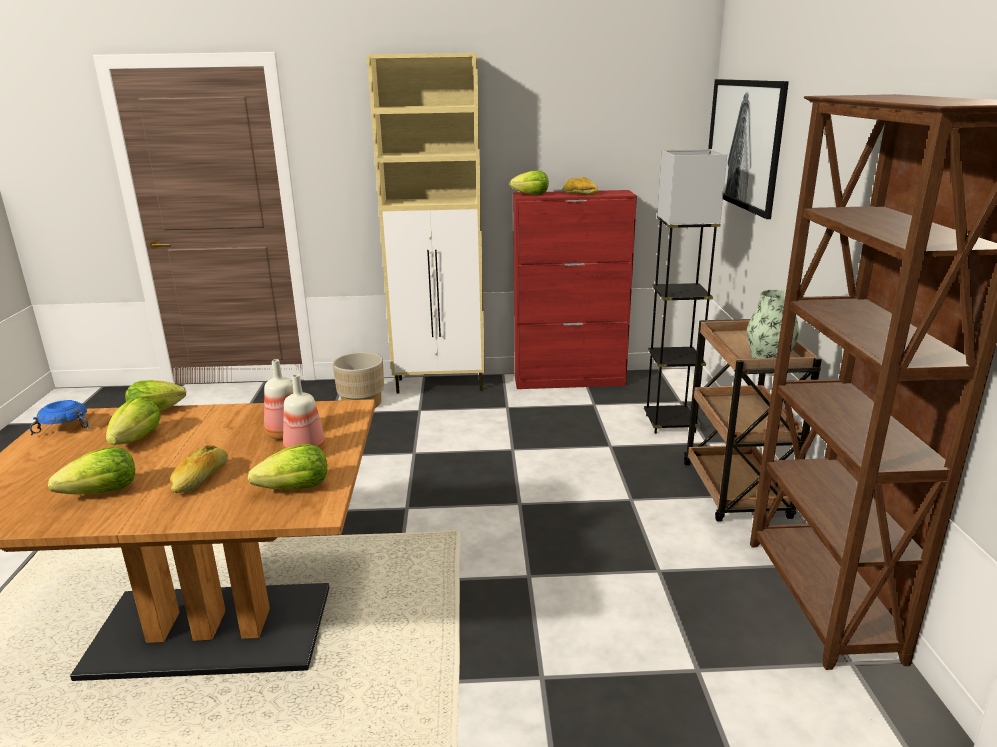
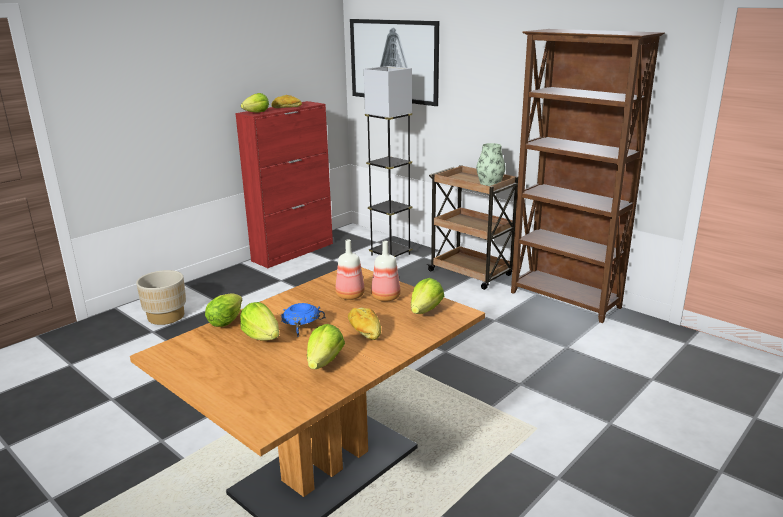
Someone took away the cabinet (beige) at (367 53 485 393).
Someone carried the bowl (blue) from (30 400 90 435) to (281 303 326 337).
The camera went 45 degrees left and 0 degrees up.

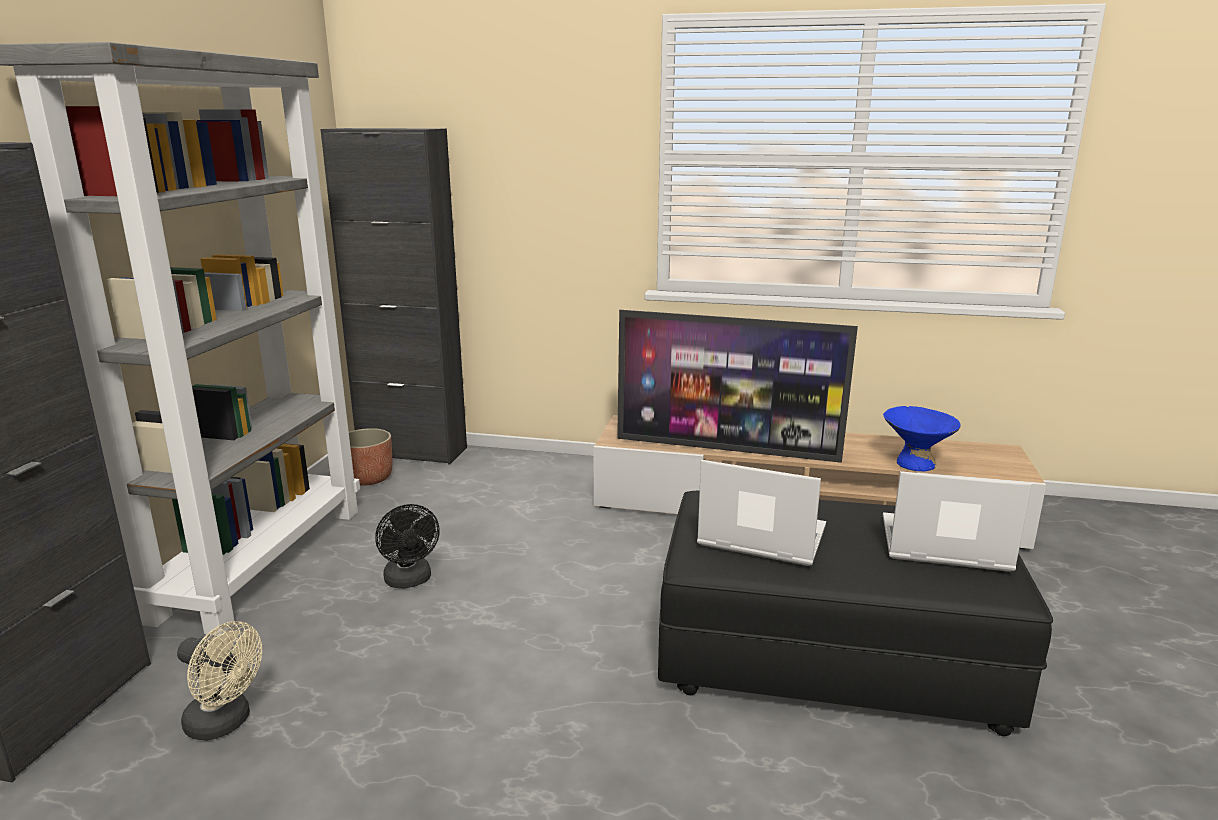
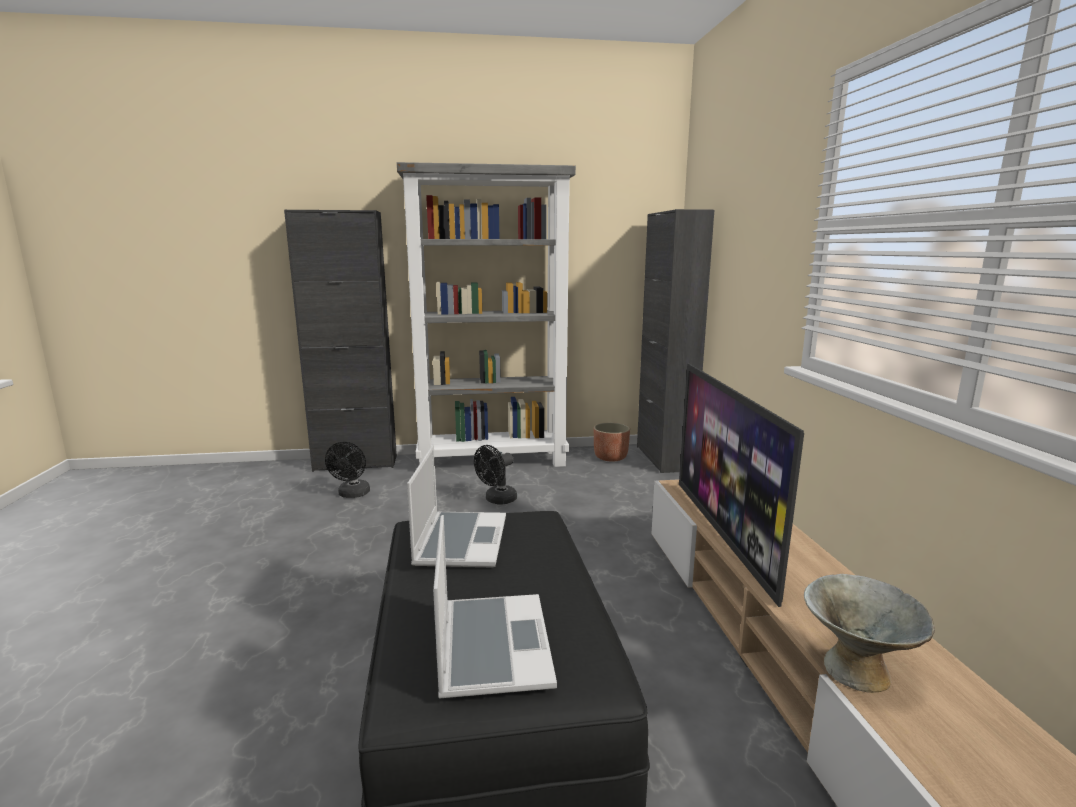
Someone repainted the fan (beige) at (177 621 262 741), which became the fan (black) at (325 442 370 498).
Someone repainted the bowl (blue) at (883 406 961 471), which became the bowl (grey) at (804 574 935 693).
The camera went 70 degrees right and 5 degrees down.

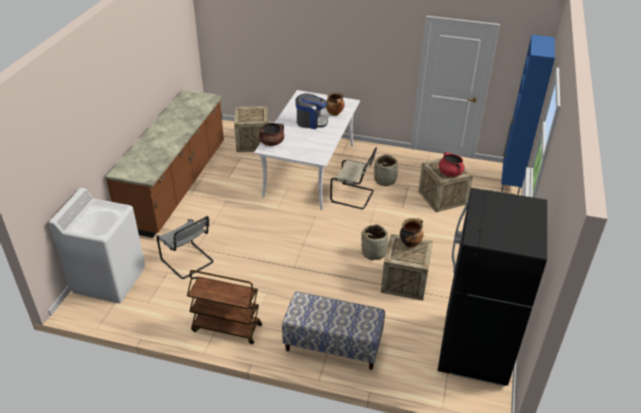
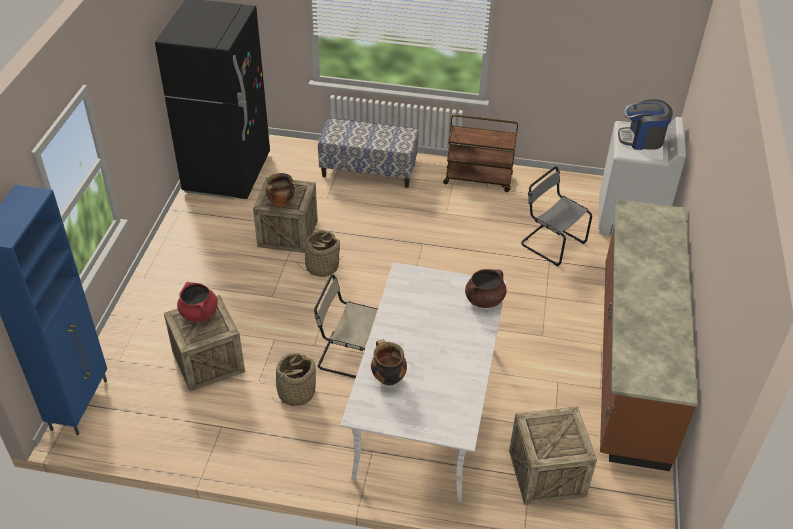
Someone carried the coffee machine from (295 93 328 129) to (618 99 673 150).
The camera went 175 degrees right and 5 degrees up.

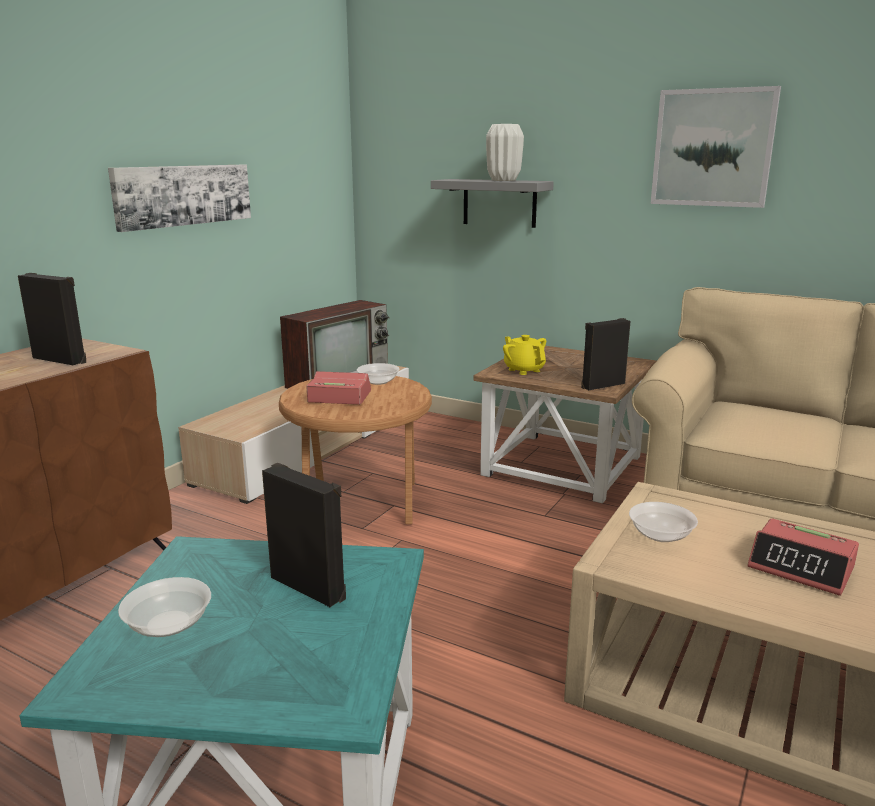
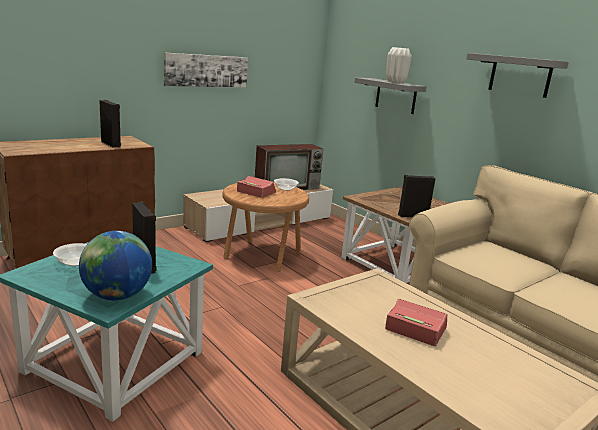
Someone took away the teapot (yellow) at (503 335 546 375).
Someone took away the bowl at (629 502 698 542).
Someone put down the globe at (79 231 152 300).
Someone swapped the picture at (651 86 781 208) for the shelf (grey) at (467 53 569 98).
Someone rotated the alarm clock at (748 518 859 596) by 150 degrees clockwise.
The camera went 20 degrees right and 0 degrees up.

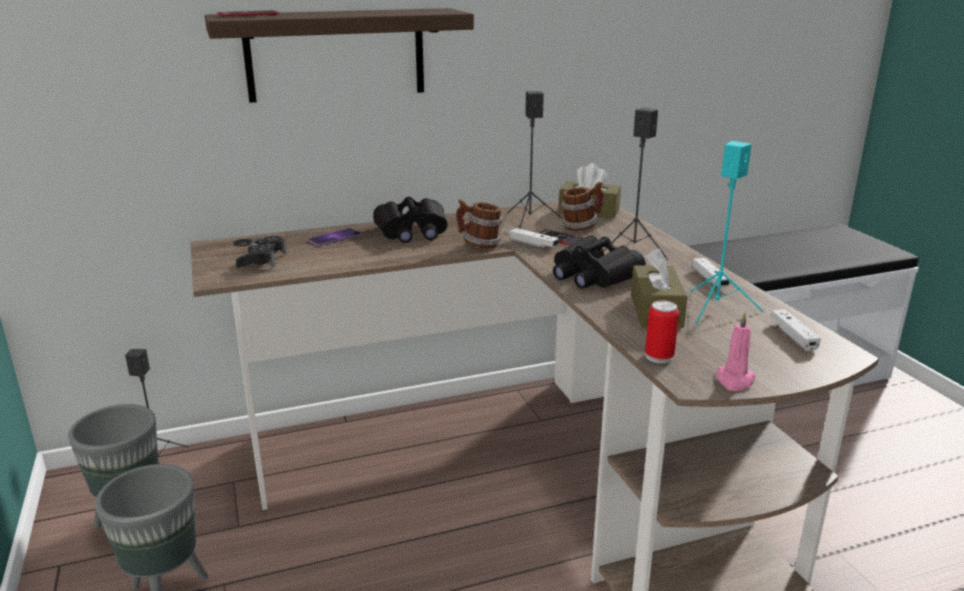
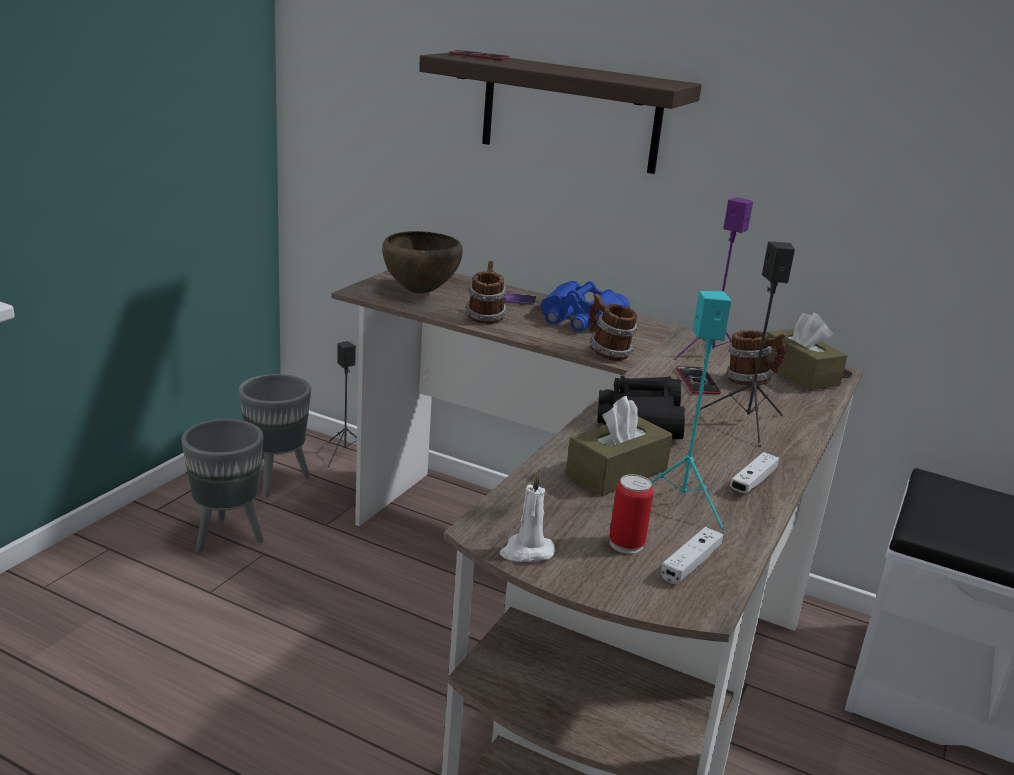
Someone took away the game controller (white) at (510 228 559 248).
Someone put down the mug at (465 261 507 324).
Someone carried the can from (645 300 679 363) to (609 474 654 554).
Someone swapped the game controller (black) at (236 236 287 268) for the bowl (brown) at (382 231 463 294).
Someone repainted the binoculars (black) at (373 196 448 243), which became the binoculars (blue) at (541 281 630 332).
Someone repainted the speaker (black) at (507 91 563 229), which became the speaker (purple) at (674 197 753 360).
Someone repainted the candle (pink) at (716 313 756 391), which became the candle (white) at (500 472 555 562).
The camera went 45 degrees right and 0 degrees up.

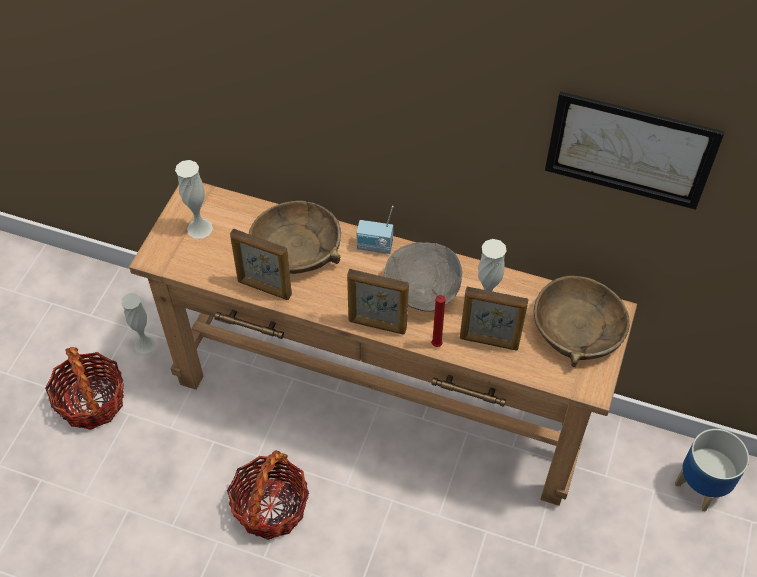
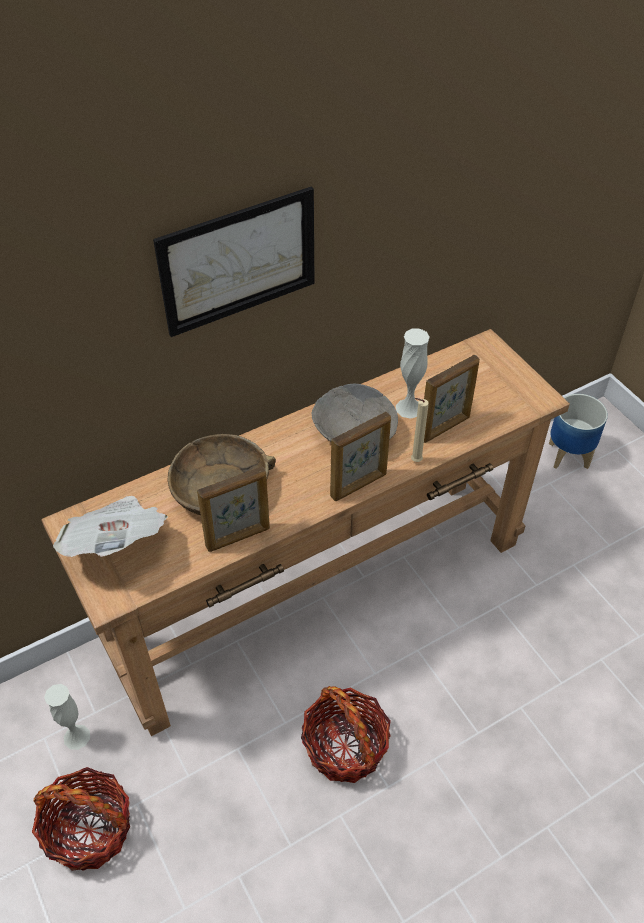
Someone took away the radio at (356 206 394 254).
Someone took away the bowl (brown) at (534 276 629 367).
Someone carried the picture from (545 92 724 210) to (153 186 315 337).
Someone swapped the vase (white) at (175 160 213 239) for the newspaper at (53 496 168 557).
Someone repainted the candle (red) at (431 289 445 347), which became the candle (beige) at (411 398 429 462).
The camera went 50 degrees left and 5 degrees down.

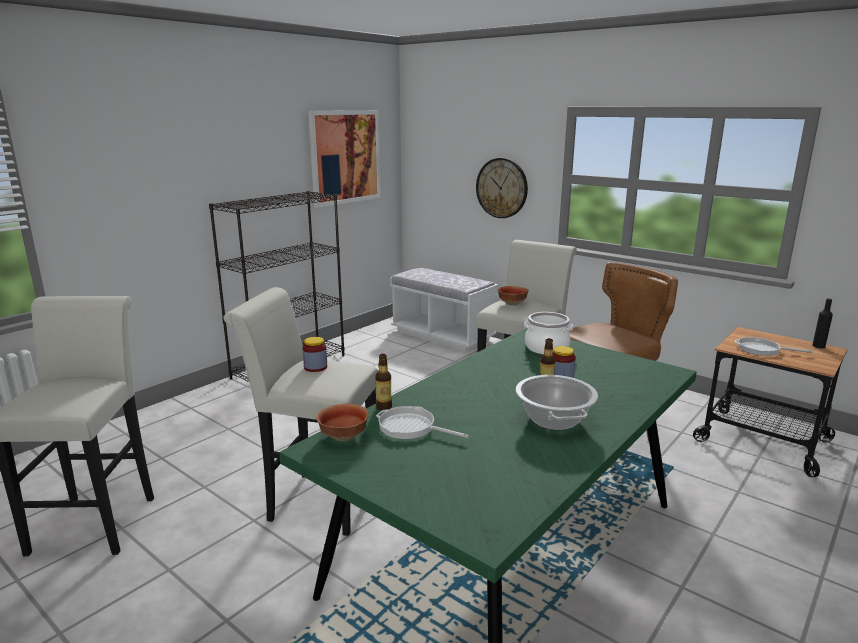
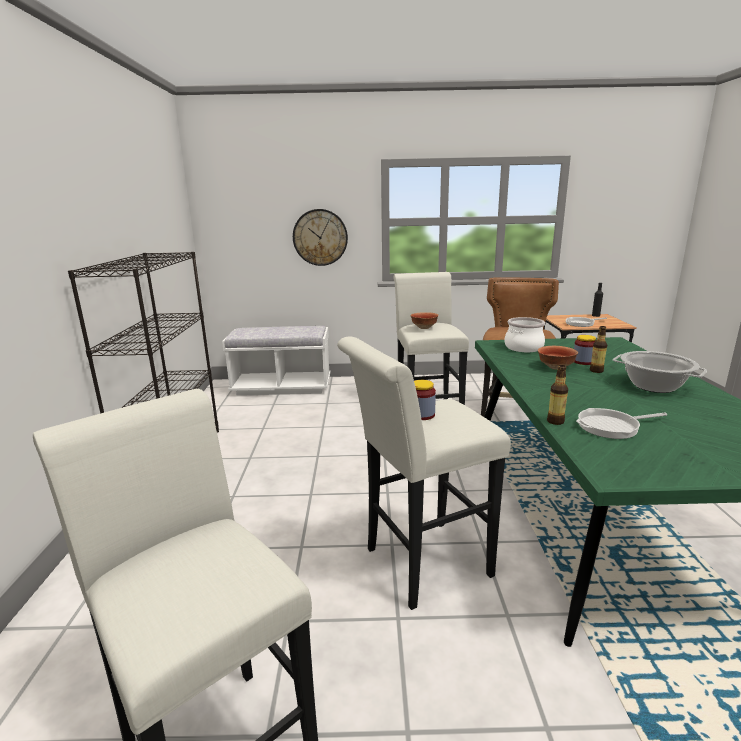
Someone took away the picture at (308 110 381 208).
Someone carried the bowl from (316 404 369 441) to (538 346 578 370).
The camera went 40 degrees left and 0 degrees up.

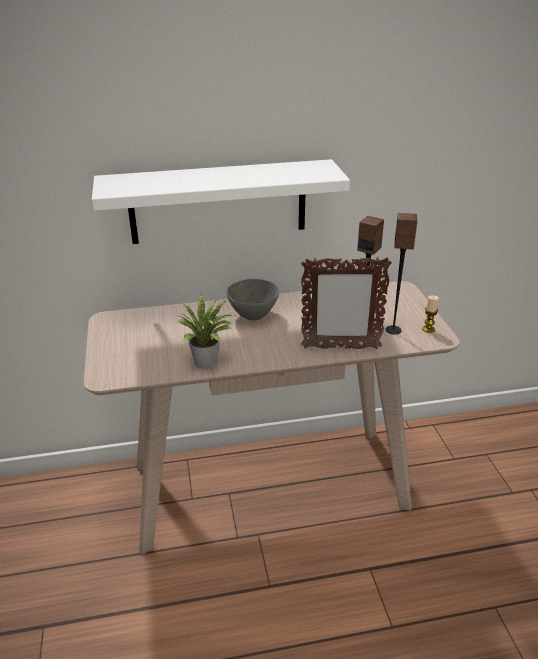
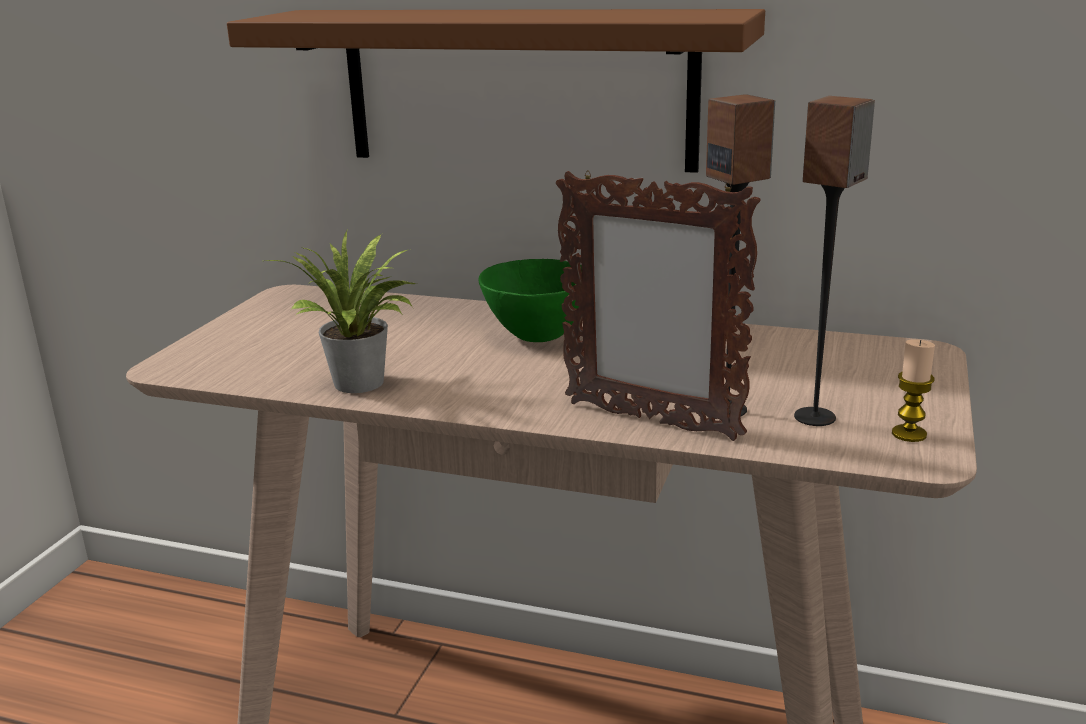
Someone repainted the shelf (white) at (92 159 350 244), which became the shelf (brown) at (227 9 765 173).
Someone repainted the bowl (grey) at (226 279 279 320), which became the bowl (green) at (478 259 582 342).
The camera went 30 degrees right and 10 degrees down.

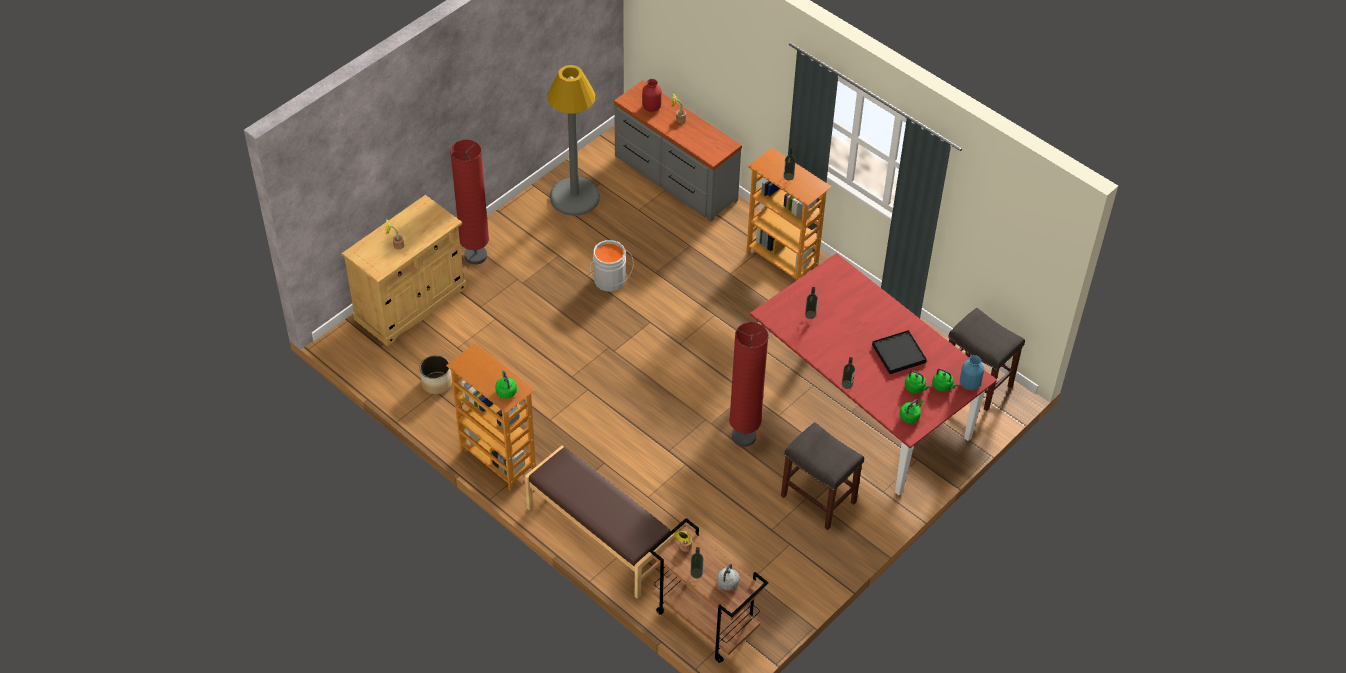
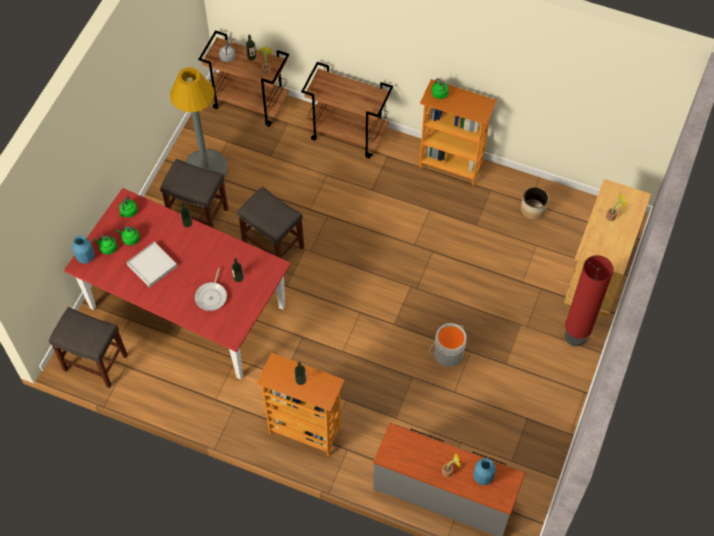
Someone put down the frying pan at (195 267 227 311).
Someone carried the floor lamp (grey) from (547 65 600 216) to (170 67 228 178).
Someone swapped the bench (brown) at (525 446 675 599) for the cart (brown) at (301 62 393 159).
Someone swapped the floor lamp (red) at (729 322 769 447) for the stool (grey) at (237 186 304 258).
Someone repainted the vase (red) at (642 79 662 112), which became the vase (blue) at (473 458 496 485).
Someone repainted the tray (black) at (872 330 927 374), which became the tray (white) at (126 241 177 288).
The camera went 160 degrees right and 10 degrees up.

